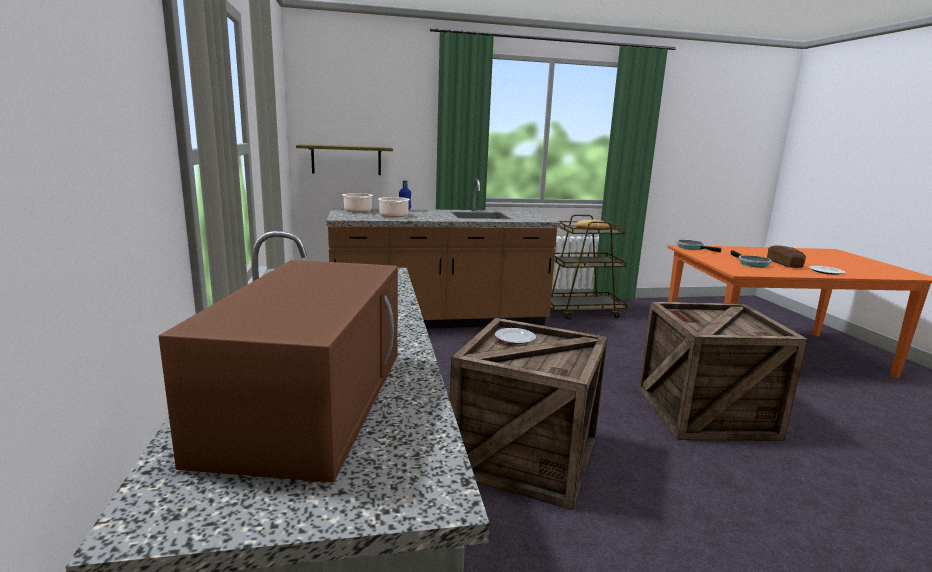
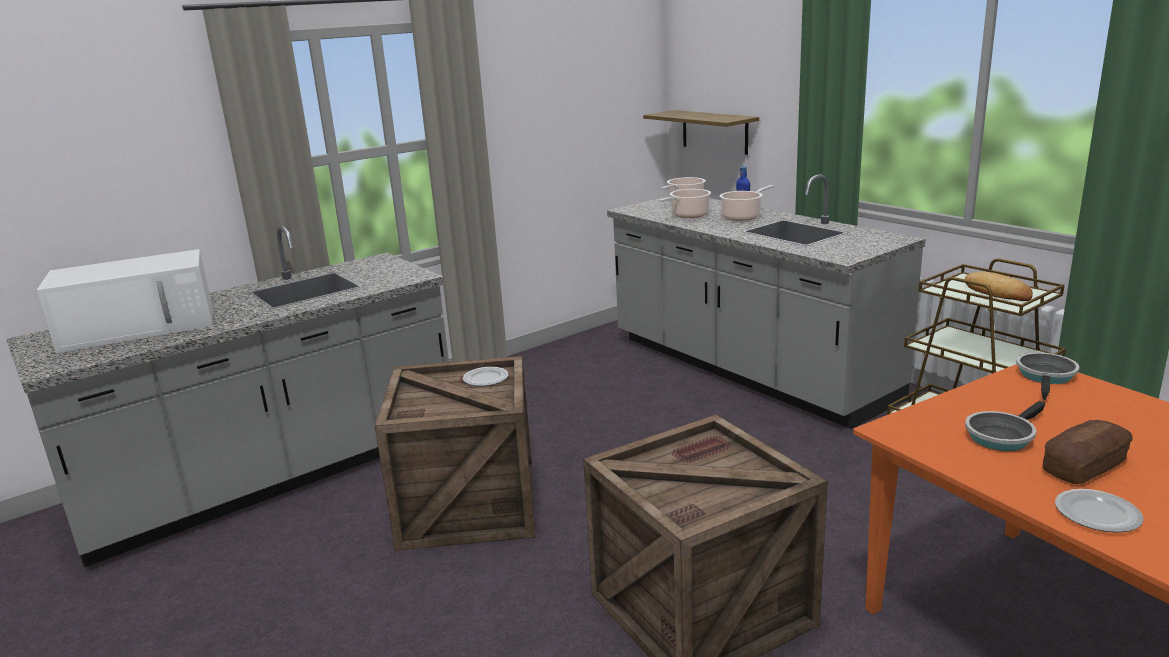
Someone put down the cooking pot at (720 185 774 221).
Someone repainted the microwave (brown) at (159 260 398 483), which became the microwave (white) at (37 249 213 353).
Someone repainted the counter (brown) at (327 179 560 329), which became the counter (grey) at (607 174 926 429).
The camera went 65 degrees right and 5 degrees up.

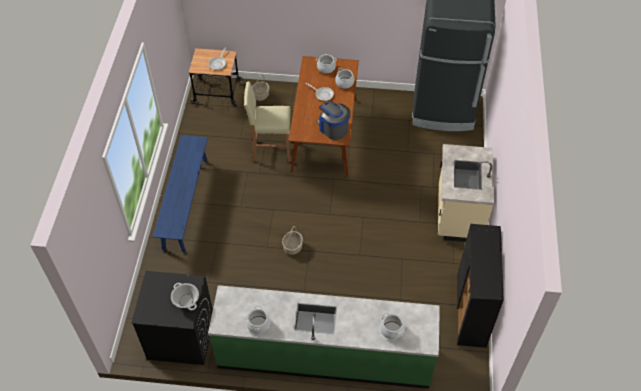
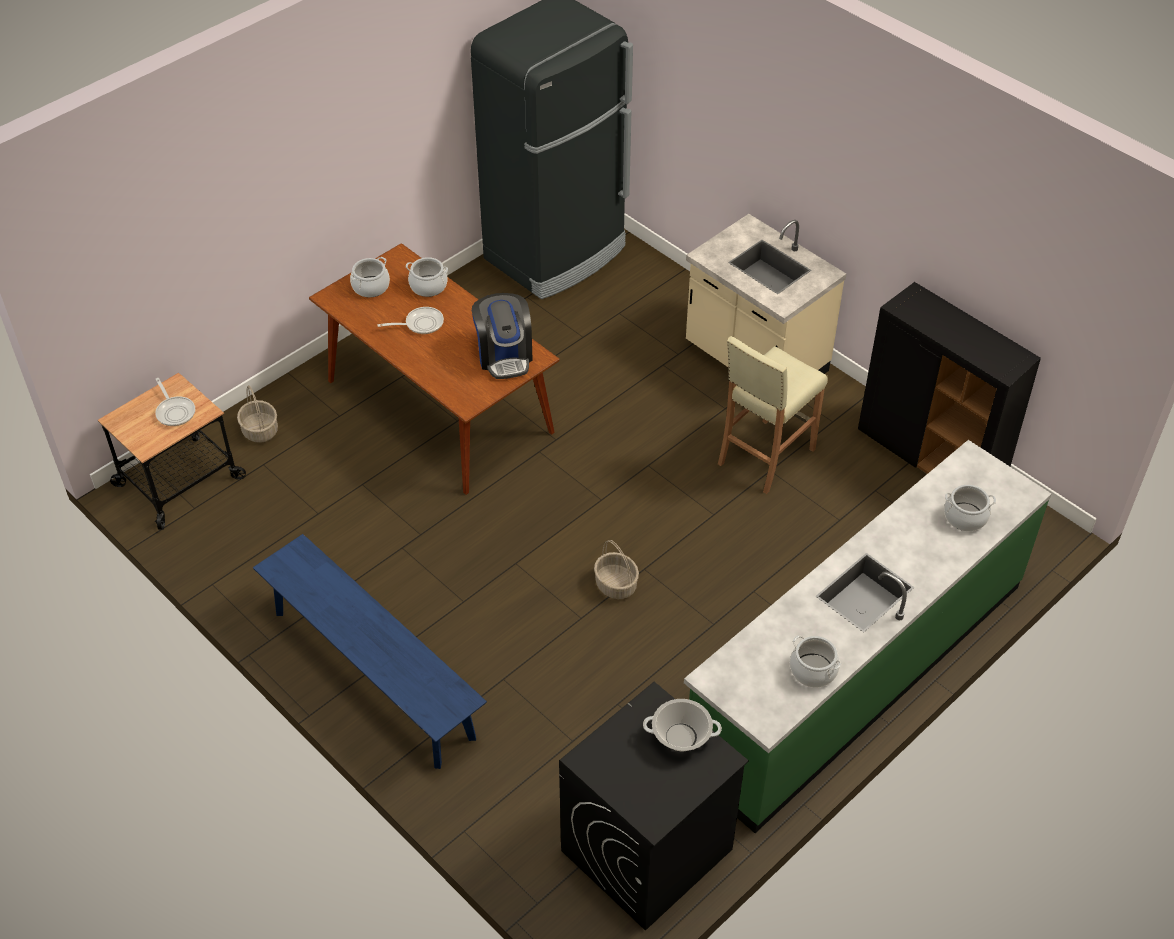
Someone carried the stool (beige) from (244 81 291 162) to (718 336 828 494).
Someone rotated the coffee machine at (317 101 351 140) by 105 degrees counterclockwise.
The camera went 50 degrees left and 5 degrees down.

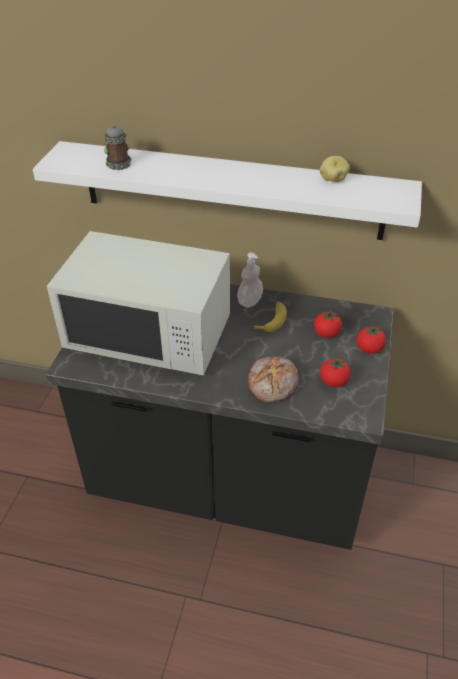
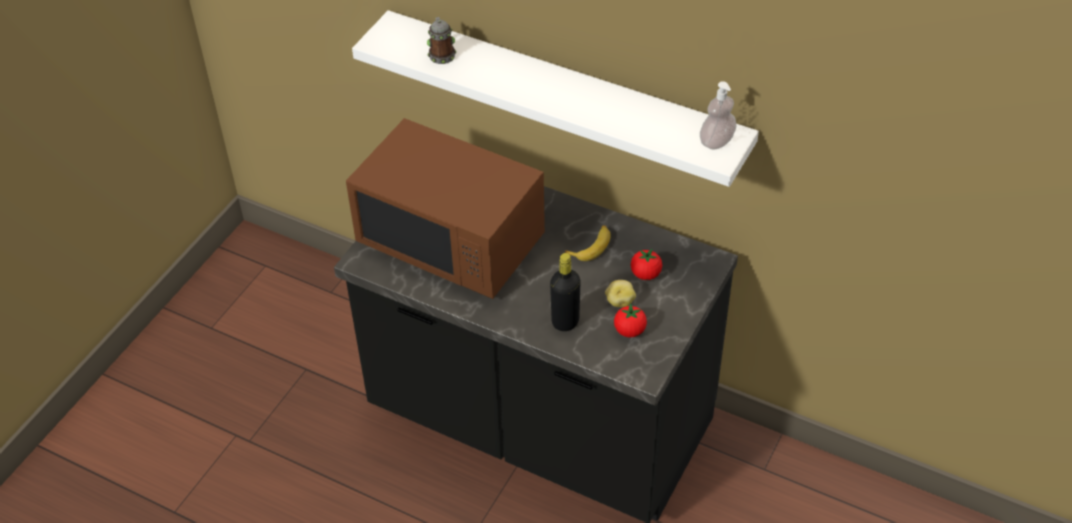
Someone took away the tomato at (357 325 386 354).
Someone carried the soap dispenser from (237 252 263 307) to (700 81 736 149).
Someone carried the potato from (320 156 350 182) to (605 280 636 307).
Someone swapped the bread at (248 356 298 402) for the bottle (black) at (550 253 581 331).
Someone repainted the microwave (white) at (47 231 230 376), which became the microwave (brown) at (346 118 545 299).
The camera went 15 degrees right and 5 degrees up.

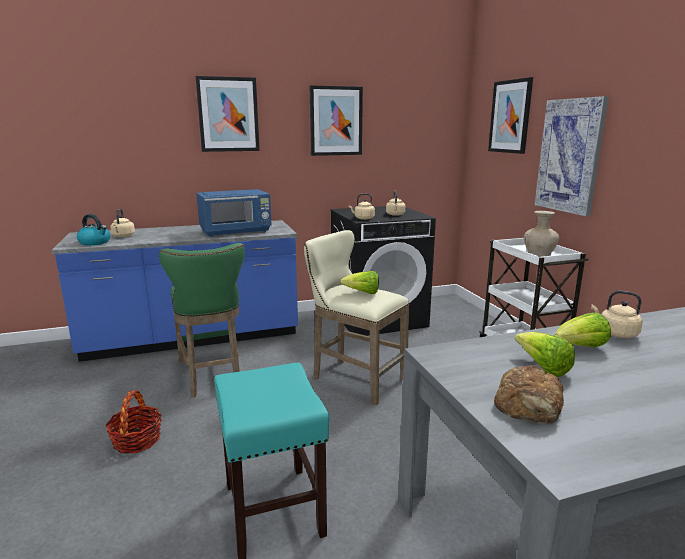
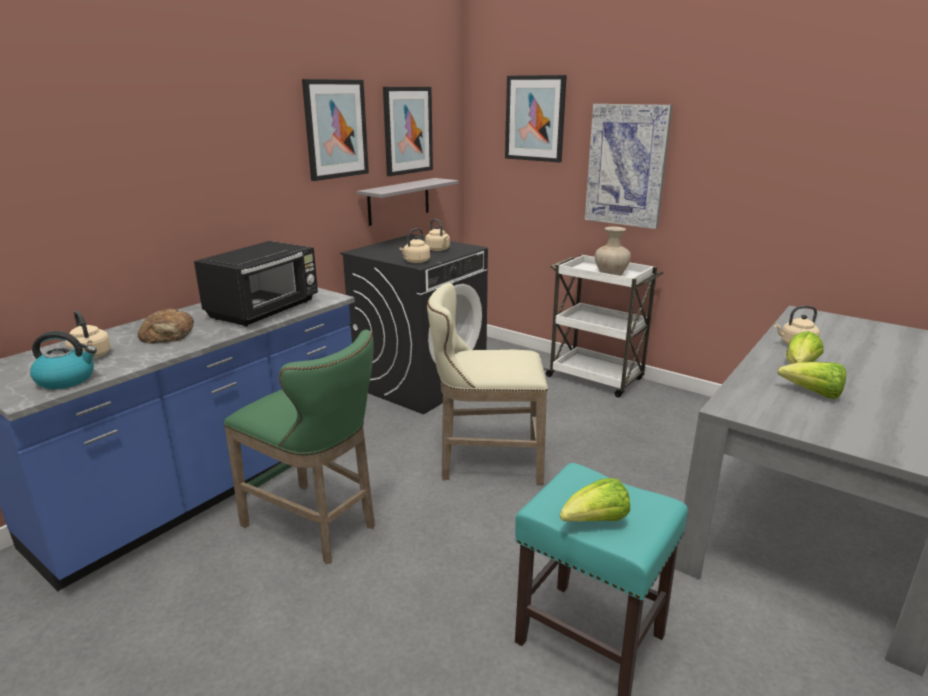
Someone took away the basket at (105 390 162 454).
Someone put up the shelf (grey) at (357 178 458 226).
Someone carried the picture from (195 76 260 152) to (383 87 433 176).
Someone carried the lettuce from (340 271 379 294) to (560 478 630 522).
Someone carried the bread from (494 365 564 424) to (138 308 194 344).
Someone repainted the microwave (blue) at (196 189 272 237), which became the microwave (black) at (194 241 318 327).
The camera went 35 degrees left and 5 degrees up.

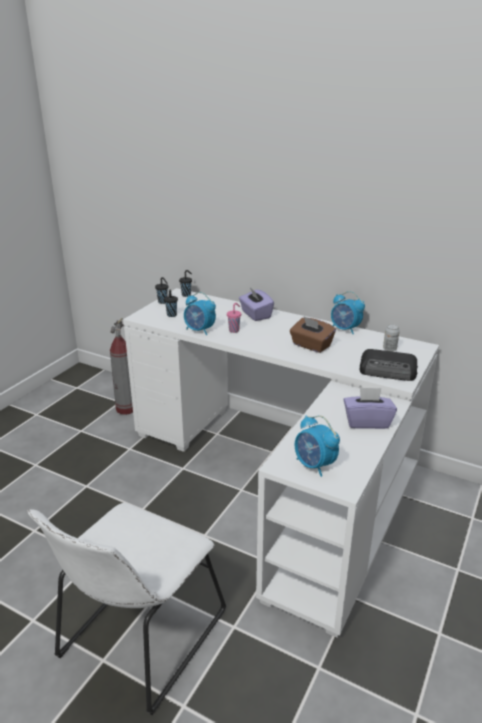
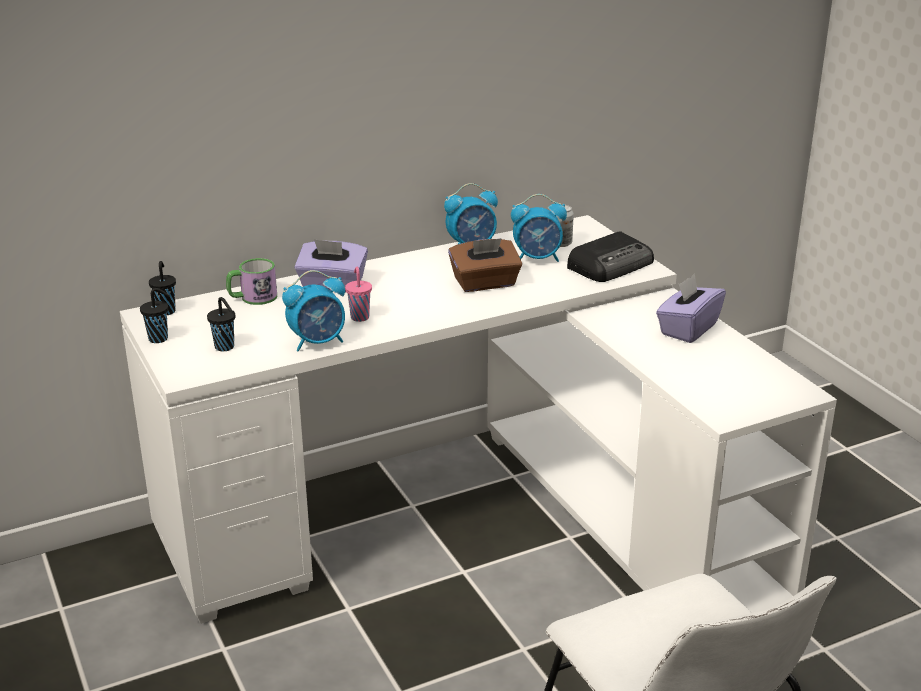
Someone took away the fire extinguisher at (110 318 133 415).
Someone put down the mug at (226 258 277 305).
Someone carried the alarm clock from (295 415 340 477) to (511 194 567 262).
The camera went 55 degrees left and 0 degrees up.

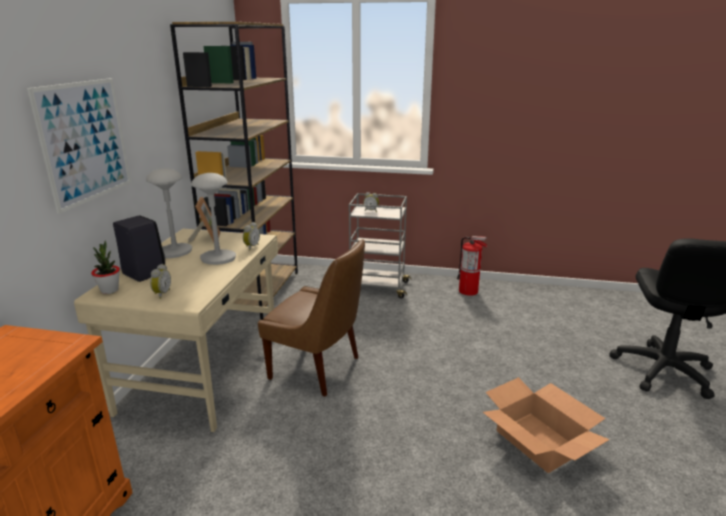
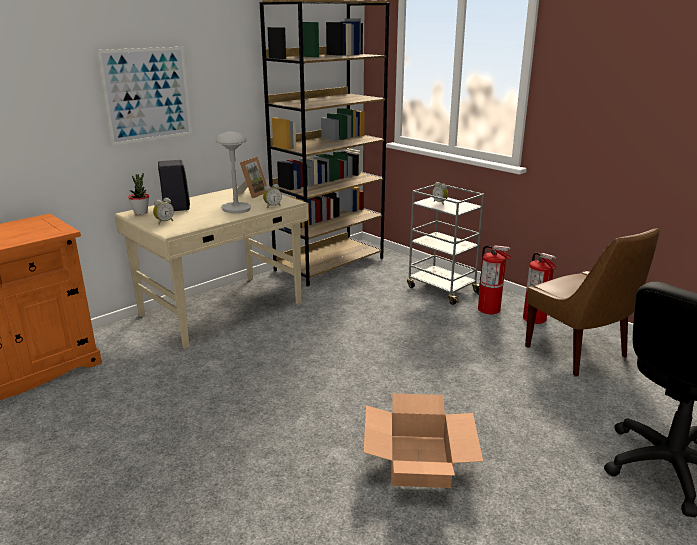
Someone took away the table lamp (grey) at (146 169 192 258).
Someone put down the fire extinguisher at (477 245 511 314).
Someone carried the chair (brown) from (258 239 365 397) to (525 228 660 377).
The camera went 35 degrees right and 0 degrees up.

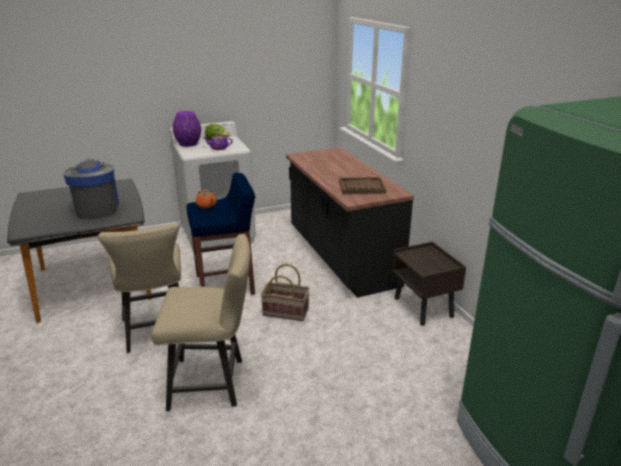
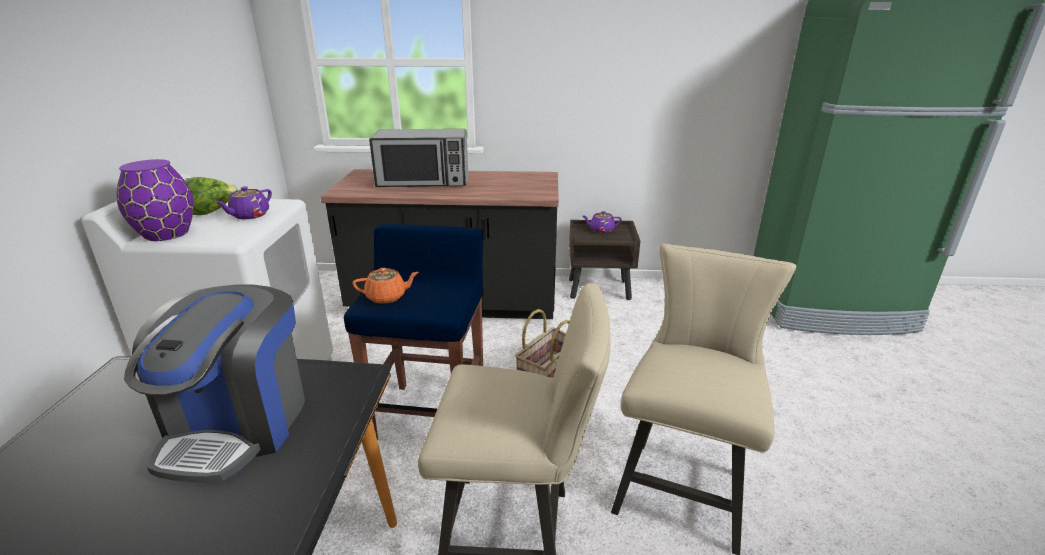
Someone took away the tray (brown) at (339 177 386 194).
Someone put down the microwave at (369 129 468 187).
Someone put down the teapot (purple) at (583 211 622 233).
Someone rotated the coffee machine at (63 159 119 219) by 90 degrees counterclockwise.
The camera went 65 degrees left and 0 degrees up.

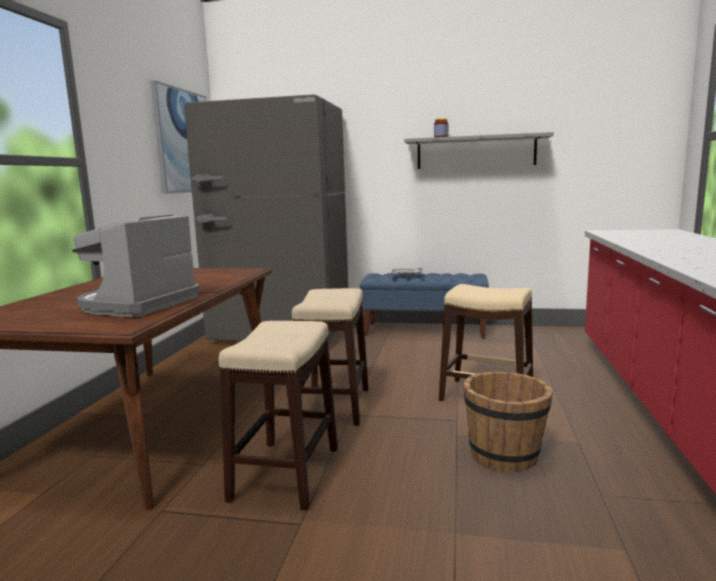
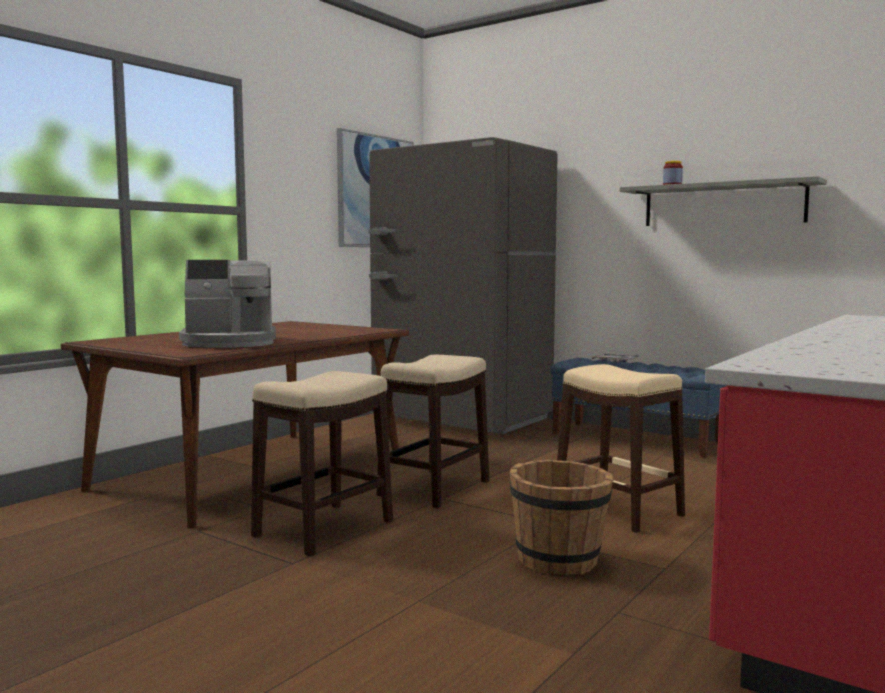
Someone rotated the coffee machine at (72 215 200 317) by 150 degrees counterclockwise.
The camera went 25 degrees right and 5 degrees down.

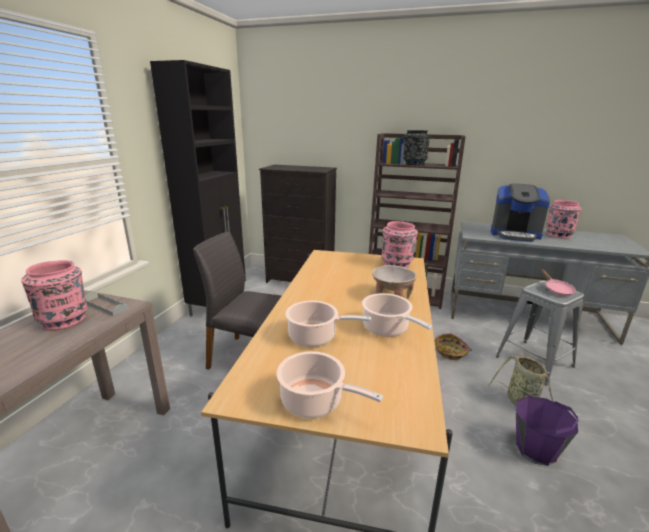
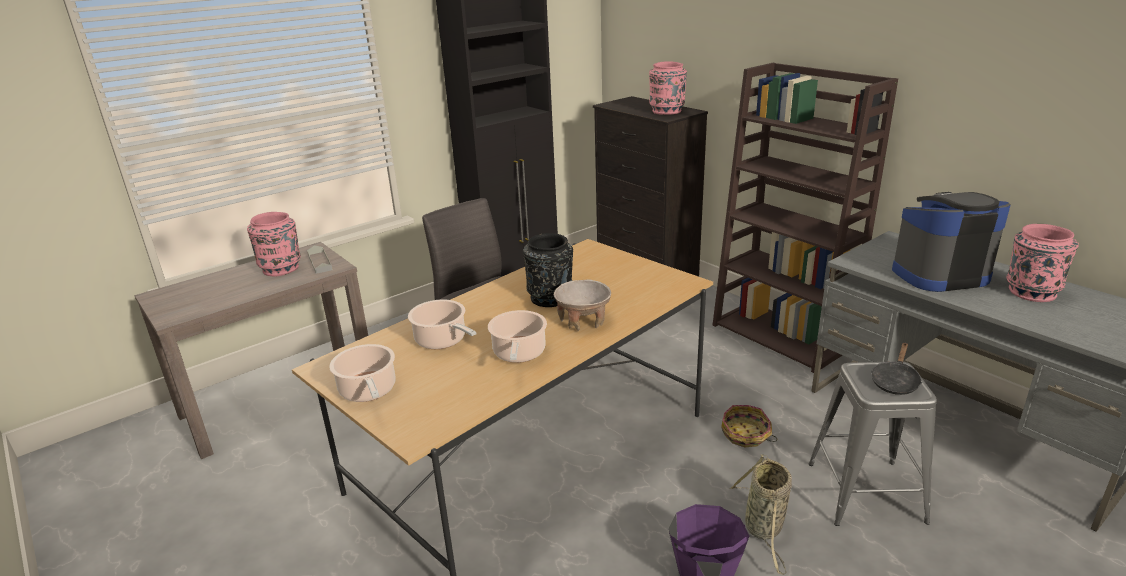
Someone carried the vase (pink) from (381 221 418 268) to (649 61 687 115).
Someone carried the vase (black) from (403 130 430 165) to (523 233 573 307).
Someone repainted the frying pan (pink) at (541 269 576 296), which became the frying pan (black) at (871 343 922 395).
Someone rotated the coffee machine at (491 184 550 242) by 120 degrees clockwise.
The camera went 35 degrees right and 5 degrees up.

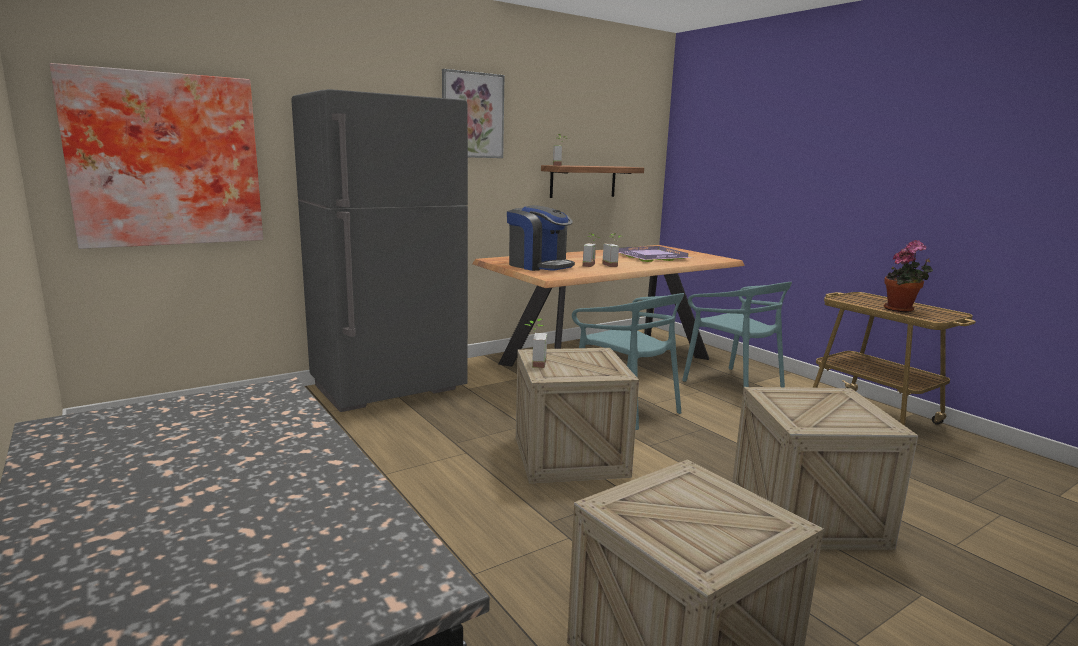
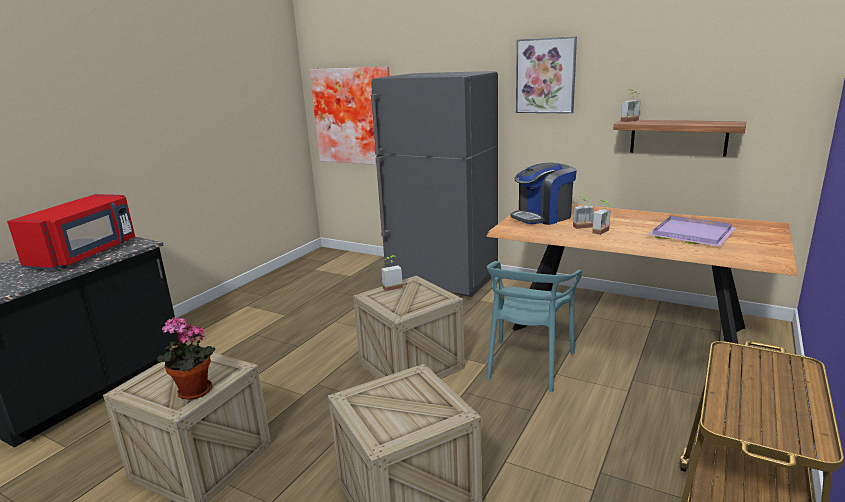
Someone took away the chair (turquoise) at (682 282 792 389).
Someone put down the microwave (red) at (7 194 135 270).
Someone carried the potted plant from (884 240 933 312) to (157 317 216 400).
Someone rotated the coffee machine at (507 205 575 271) by 45 degrees clockwise.
The camera went 65 degrees right and 5 degrees up.

